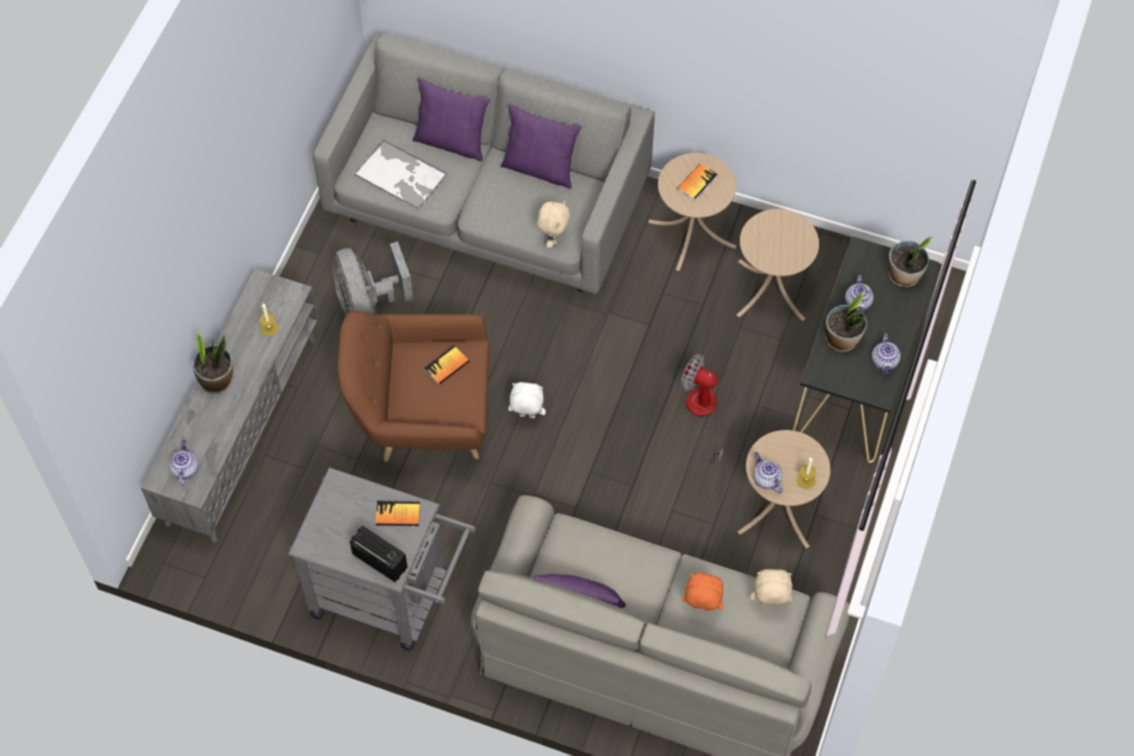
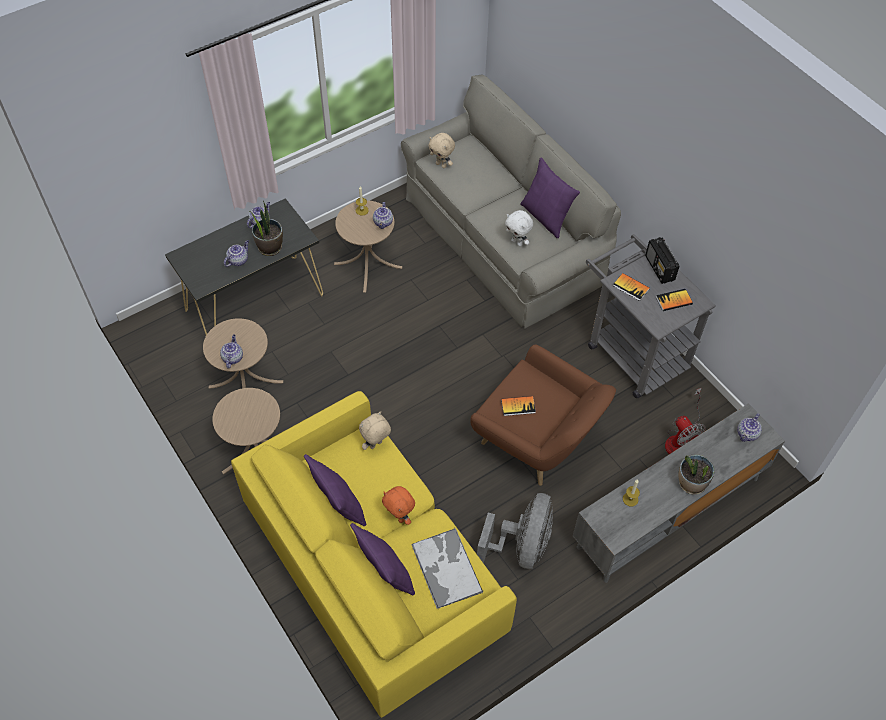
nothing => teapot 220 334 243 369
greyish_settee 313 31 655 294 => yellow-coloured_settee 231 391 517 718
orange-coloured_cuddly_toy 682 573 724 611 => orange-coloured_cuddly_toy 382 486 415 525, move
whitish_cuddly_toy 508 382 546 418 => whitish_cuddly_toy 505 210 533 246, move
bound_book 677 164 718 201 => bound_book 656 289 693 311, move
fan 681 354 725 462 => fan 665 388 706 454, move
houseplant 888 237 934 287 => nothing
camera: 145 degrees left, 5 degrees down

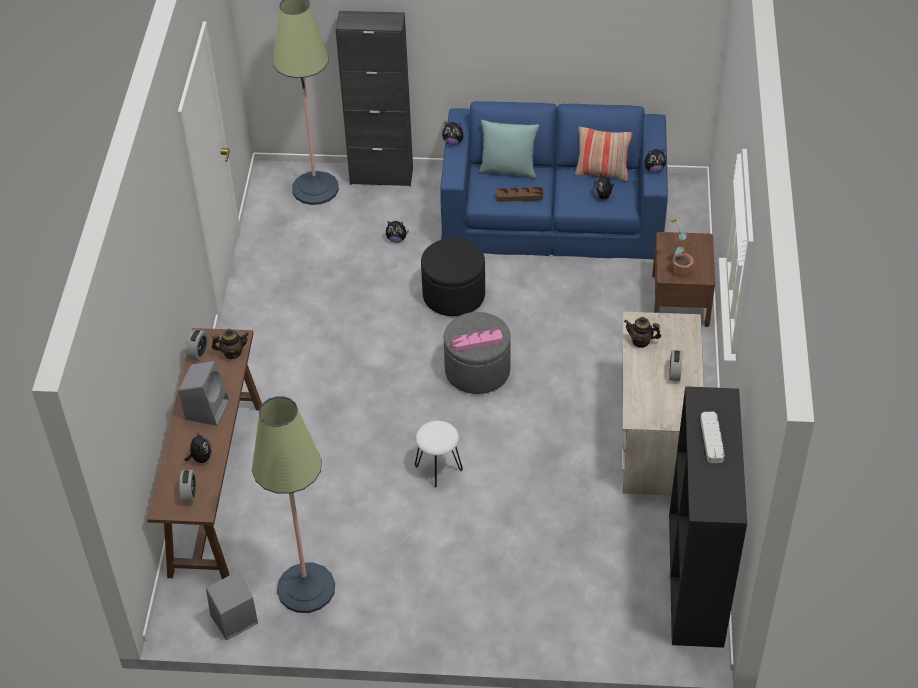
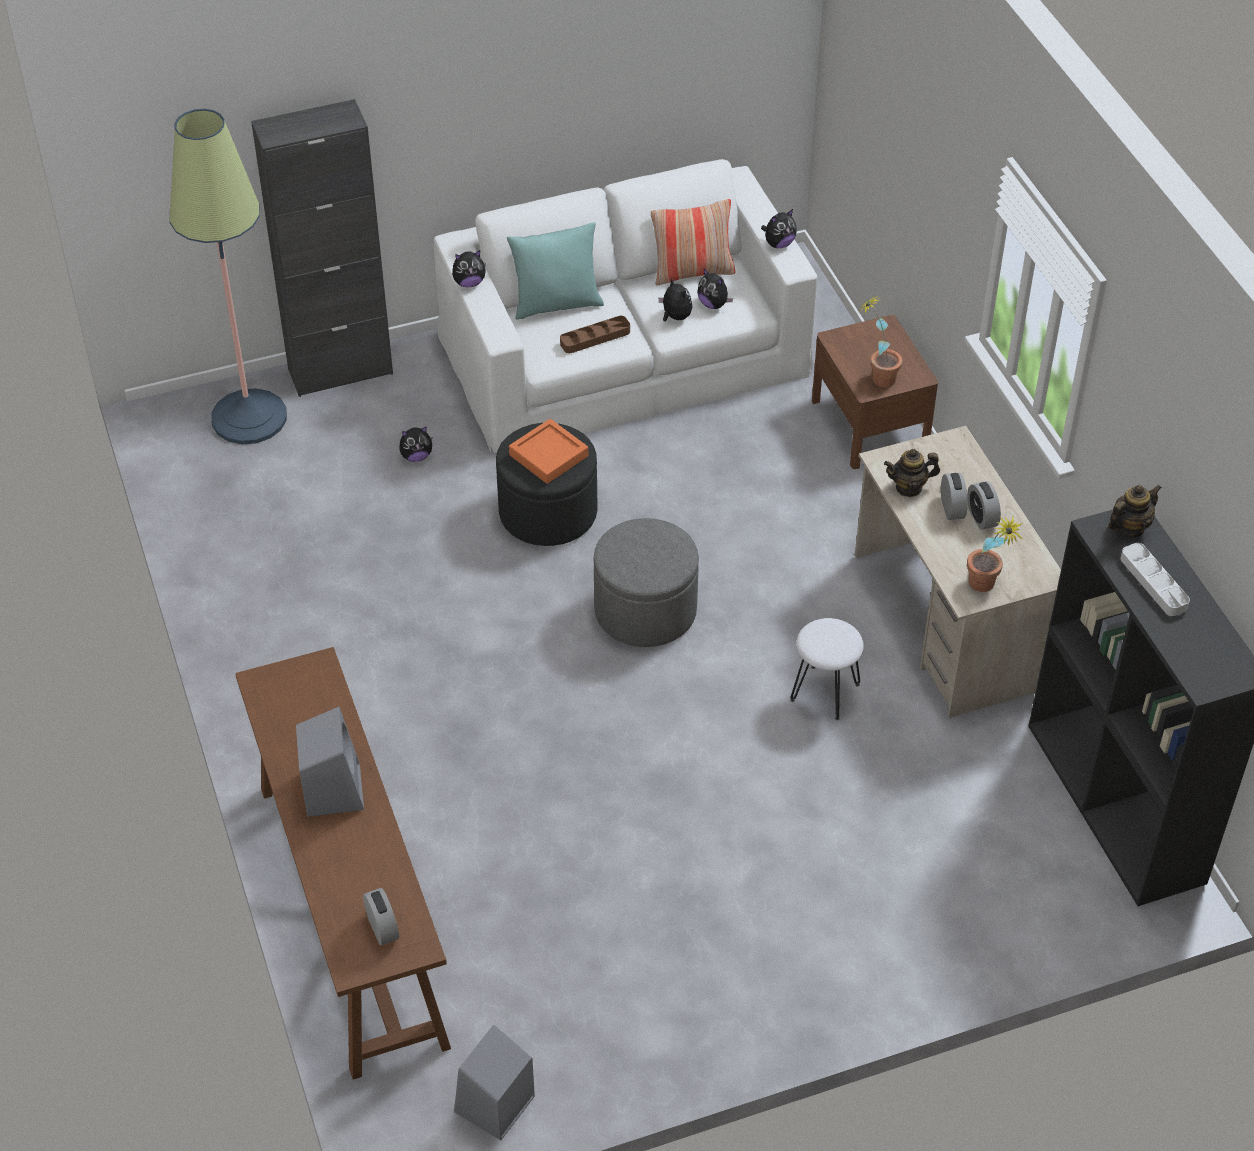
blue_settee 440 101 668 260 => whitish_settee 434 159 817 453
nothing => orange-coloured_carrying_tray 509 419 588 484
cuddly_toy 184 430 212 463 => cuddly_toy 659 279 692 322, move
whitish_sitting_stool 415 421 463 488 => whitish_sitting_stool 790 618 864 720, move
table_clock 186 329 208 361 => table_clock 941 473 968 520, move
nothing => houseplant 967 515 1024 592
teapot 212 329 249 359 => teapot 1108 484 1162 537, move
standing_lamp 252 396 335 613 => nothing
pink_carrying_tray 452 329 502 351 => nothing
camera: 25 degrees left, 0 degrees up

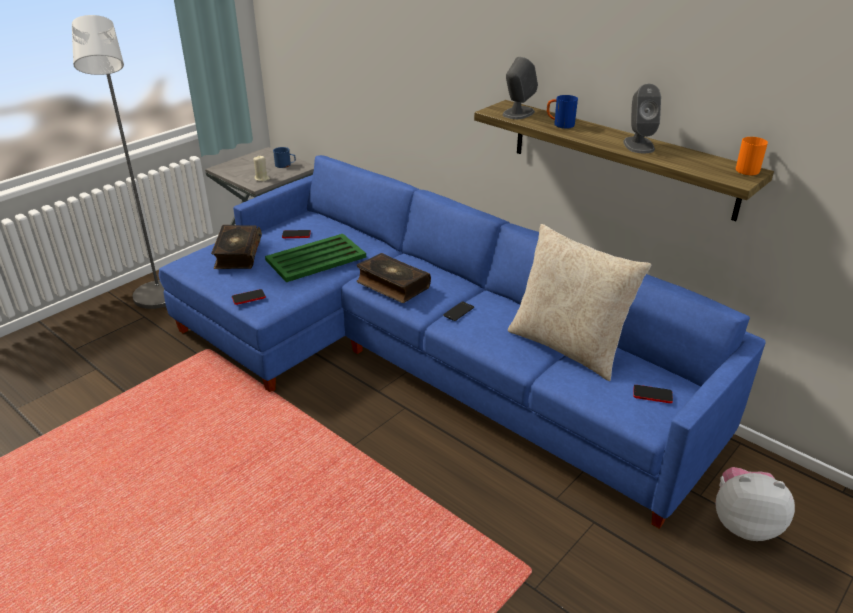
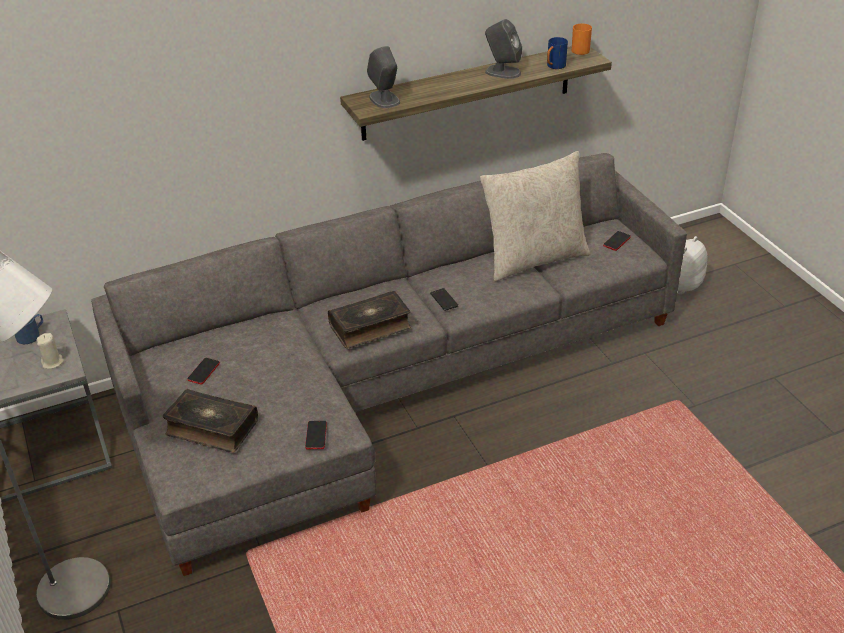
blue_settee 159 155 766 529 => greyish_settee 91 153 687 576
blue_coffee_mug 547 95 578 129 => blue_coffee_mug 547 37 568 69, move
green-coloured_carrying_tray 265 234 366 282 => nothing
camera: 65 degrees left, 5 degrees up

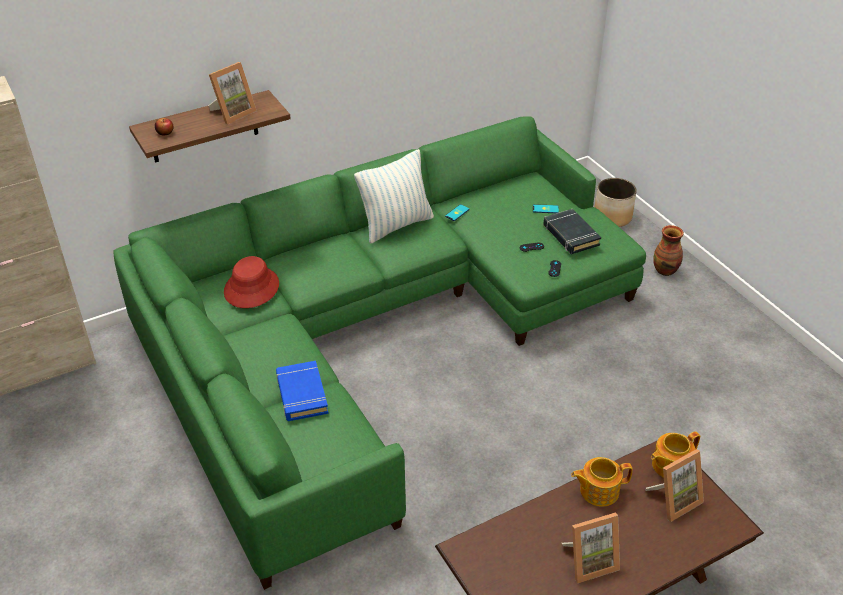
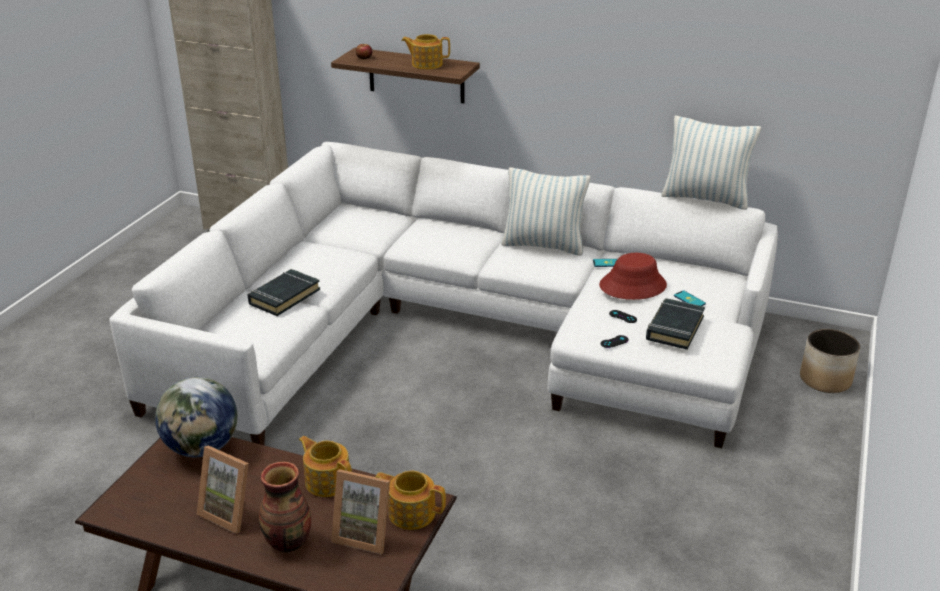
green-coloured_settee 113 116 646 590 => whitish_settee 109 142 778 448
nothing => desk_globe 155 377 237 457
blue_bound_book 276 361 329 421 => black_bound_book 247 269 320 316
flower_vase 653 225 684 276 => flower_vase 259 462 311 552, move
photo_frame 208 62 257 124 => teapot 401 34 450 69
red_clothing_hat 224 256 279 308 => red_clothing_hat 599 253 667 300, move
nothing => throw_pillow 661 116 761 210
camera: 50 degrees right, 10 degrees down

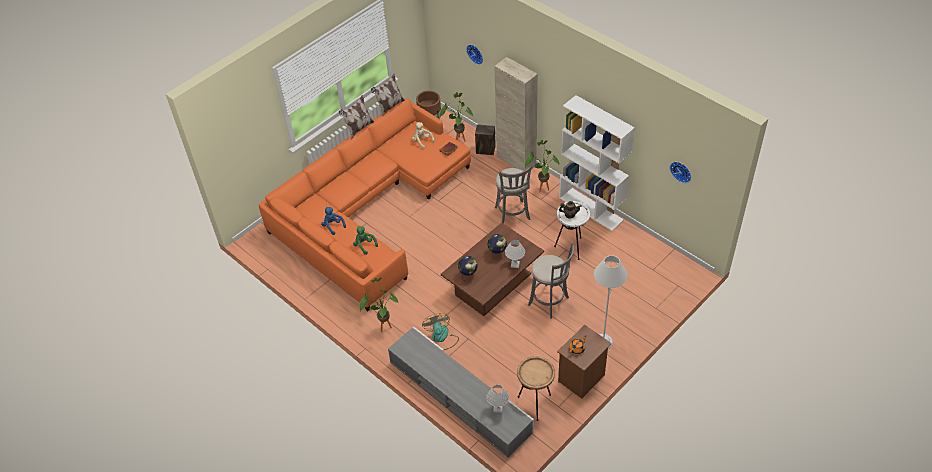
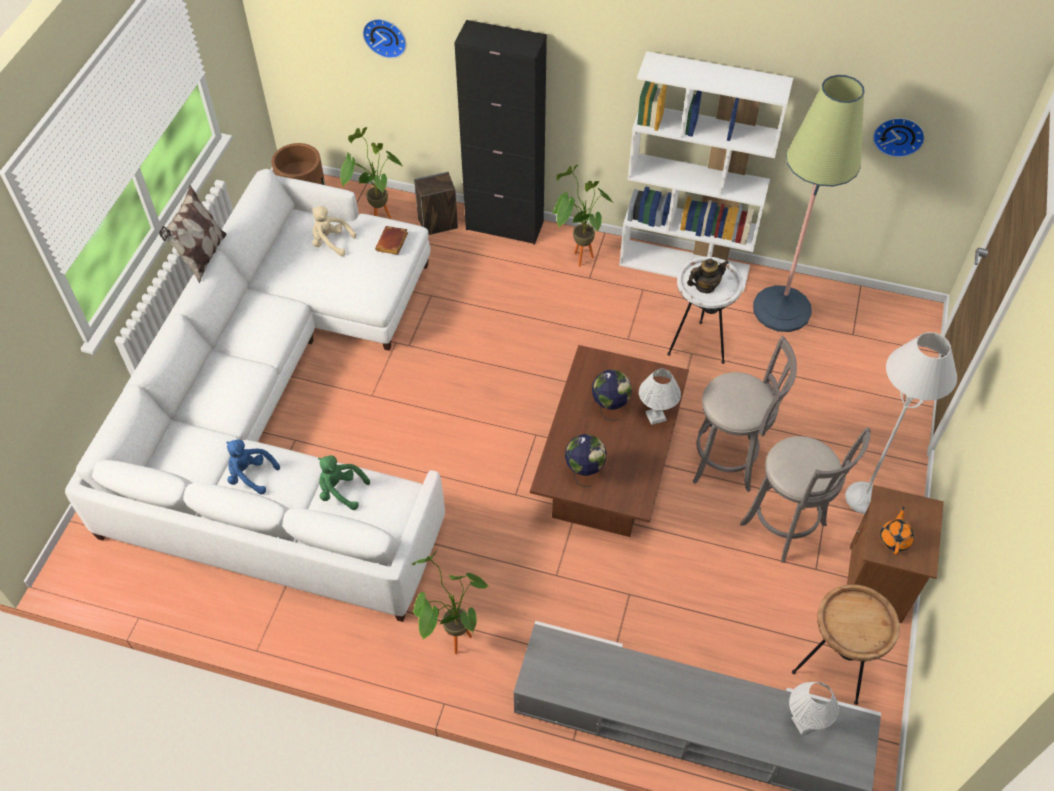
orange-coloured_settee 259 98 471 311 => whitish_settee 65 169 445 622
beige_storage_cabinet 494 57 538 174 => black_storage_cabinet 454 20 547 245
greyish_sitting_stool 495 164 533 224 => greyish_sitting_stool 740 427 871 563, move
nothing => standing_lamp 753 75 864 332
throw_pillow 371 74 405 117 => nothing
fan 422 313 459 350 => nothing
camera: 30 degrees left, 5 degrees up

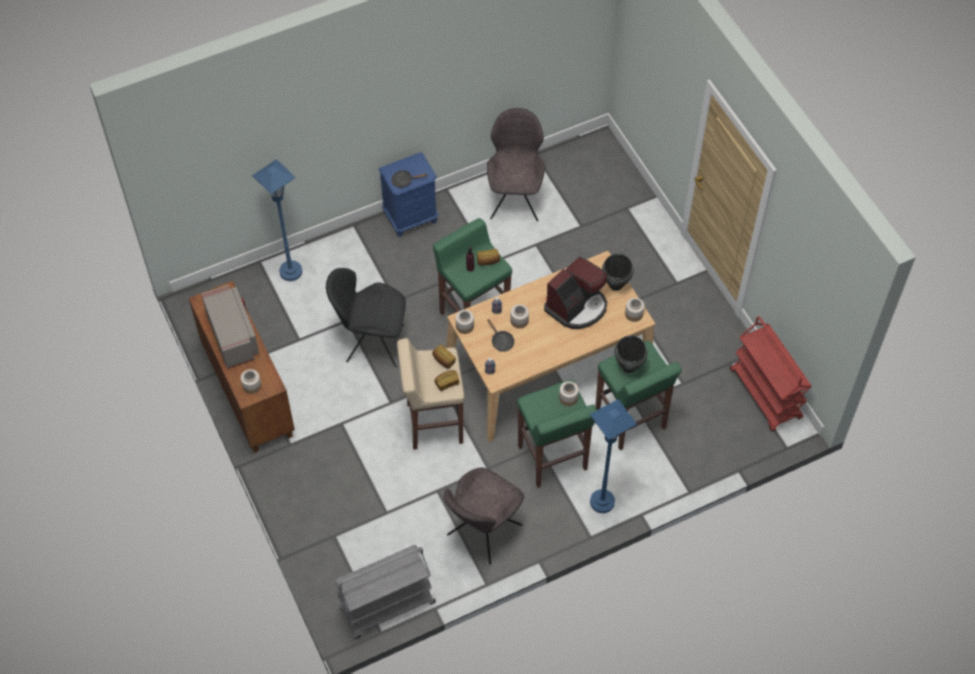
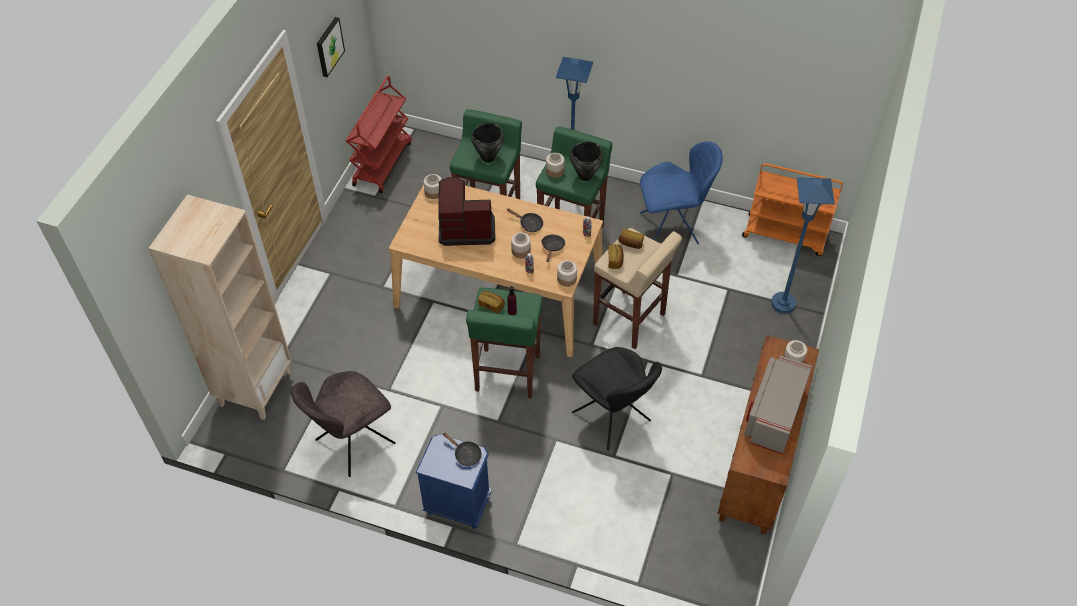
nothing => beige_shelving_unit 149 195 292 420
nothing => wall_picture 317 17 345 77
nothing => black_frying_pan 507 208 543 232
black_saucepot 602 253 634 291 => black_saucepot 570 141 603 181, move
greyish_plain_chair 444 467 524 564 => blue_plain_chair 640 141 723 244
greyish_trolley 335 545 436 639 => orange-coloured_trolley 742 163 843 256
blue_standing_lamp 252 159 302 281 => blue_standing_lamp 771 177 835 313, move
camera: 135 degrees left, 5 degrees down

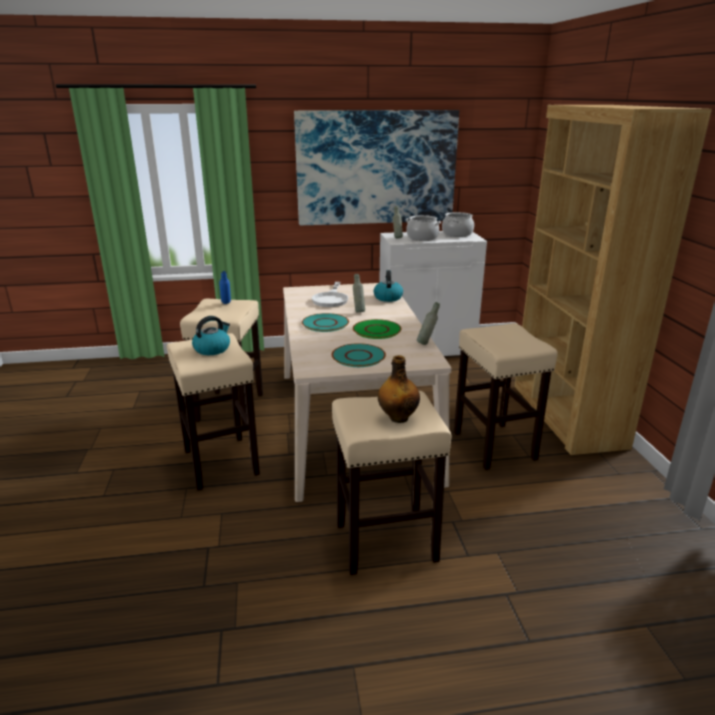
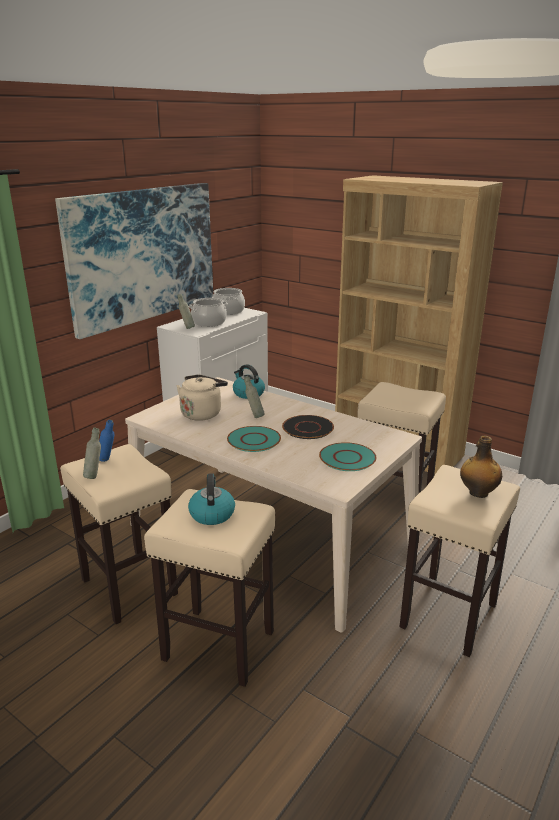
greyish_drink_bottle 417 302 440 345 => greyish_drink_bottle 83 428 101 479, move
whitish_frying_pan 312 282 349 307 => beige_water_kettle 177 374 228 421
green-coloured_plate 353 319 401 339 => black_plate 282 415 334 439
camera: 45 degrees left, 0 degrees up

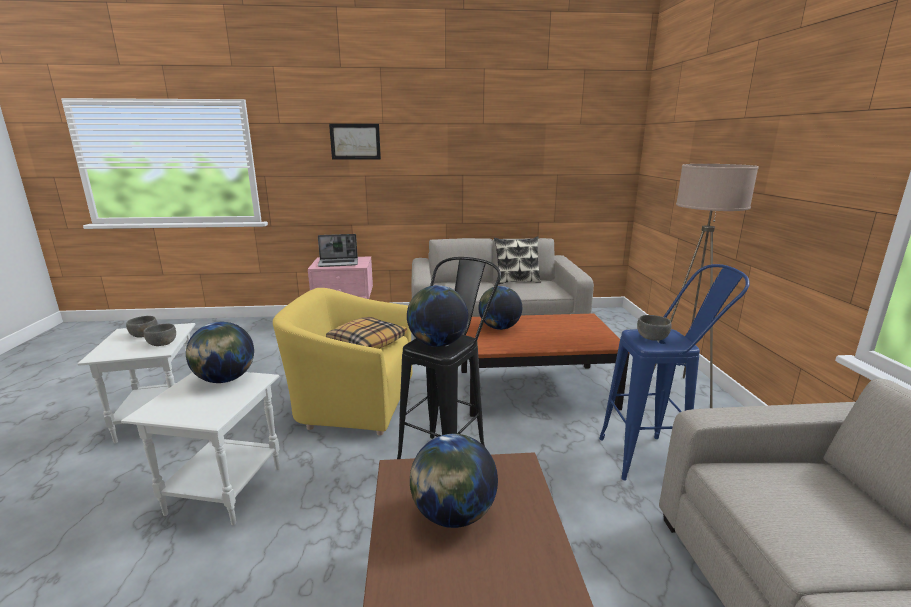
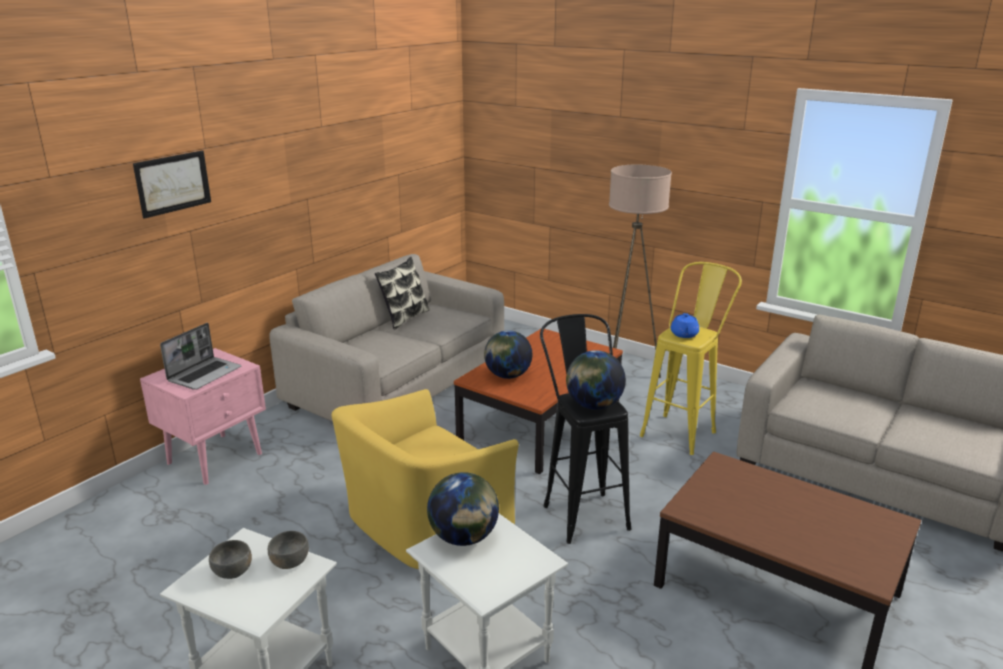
blue_sitting_stool 599 264 750 480 => yellow-coloured_sitting_stool 640 262 742 455
greyish_serving_bowl 637 315 671 341 => blue_teapot 671 313 699 338
throw_pillow 326 317 407 349 => nothing
desk_globe 410 434 498 528 => nothing
camera: 50 degrees left, 5 degrees up

